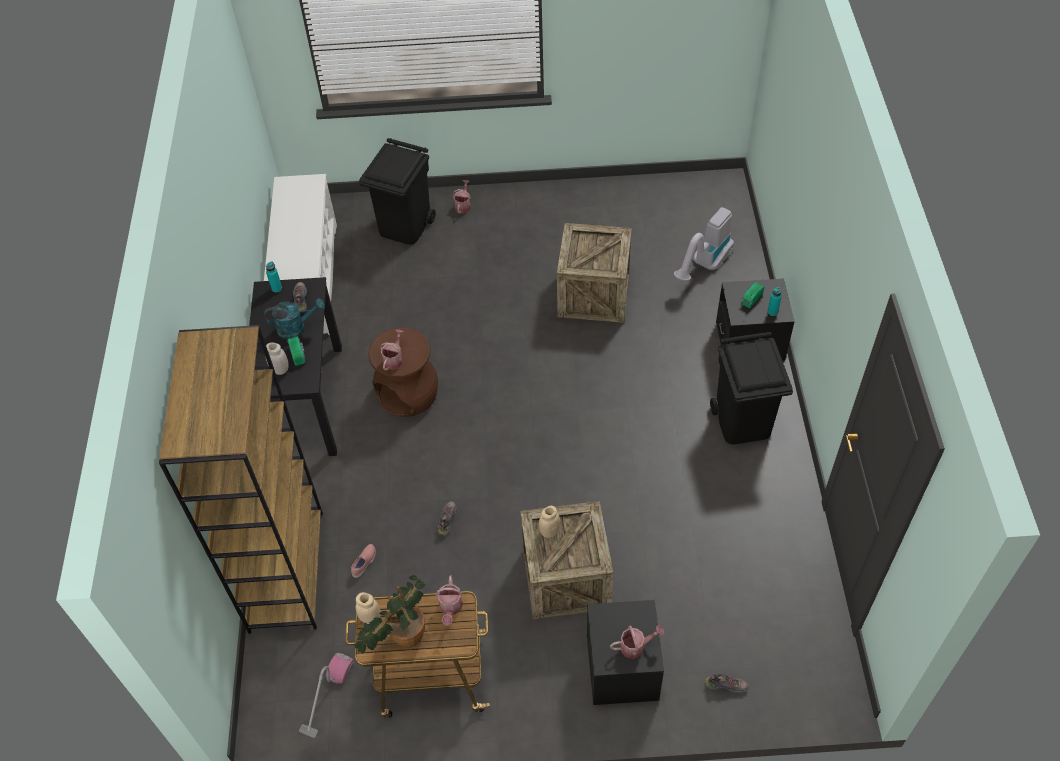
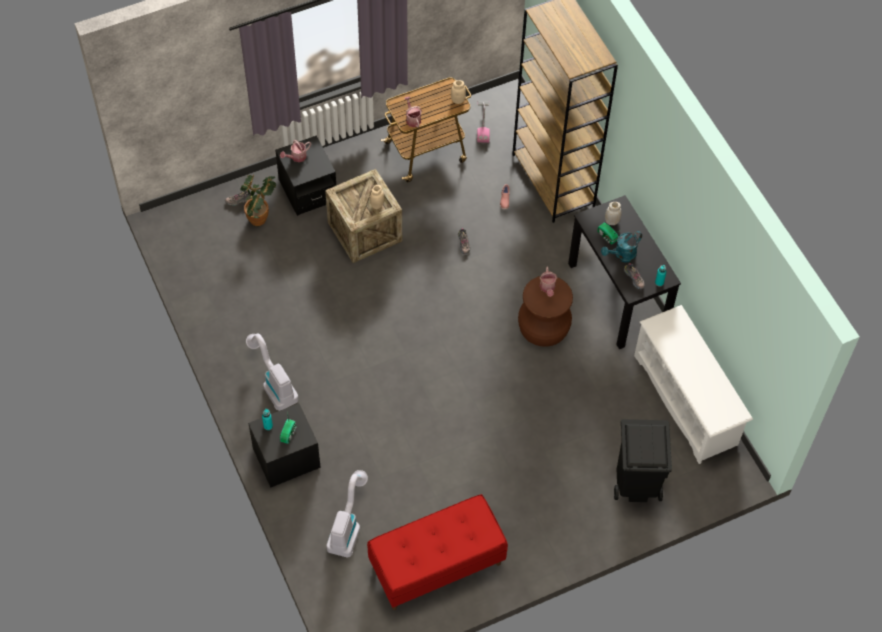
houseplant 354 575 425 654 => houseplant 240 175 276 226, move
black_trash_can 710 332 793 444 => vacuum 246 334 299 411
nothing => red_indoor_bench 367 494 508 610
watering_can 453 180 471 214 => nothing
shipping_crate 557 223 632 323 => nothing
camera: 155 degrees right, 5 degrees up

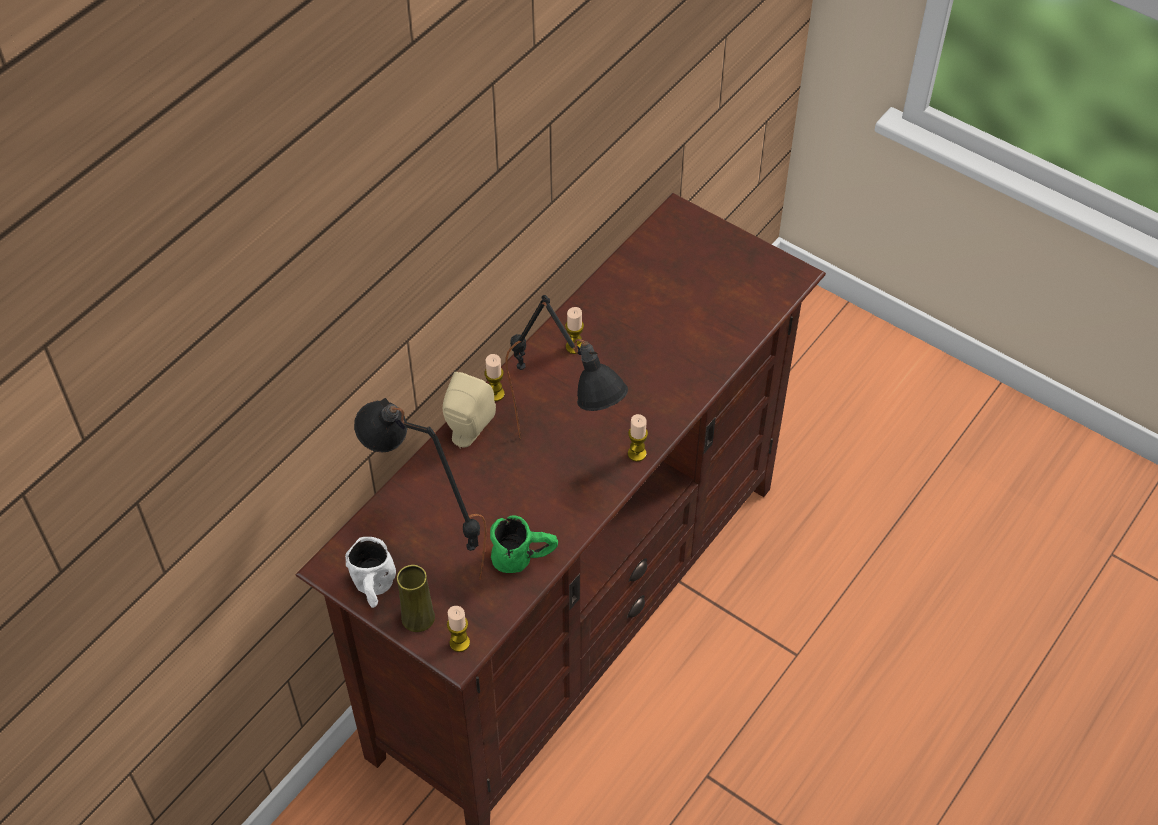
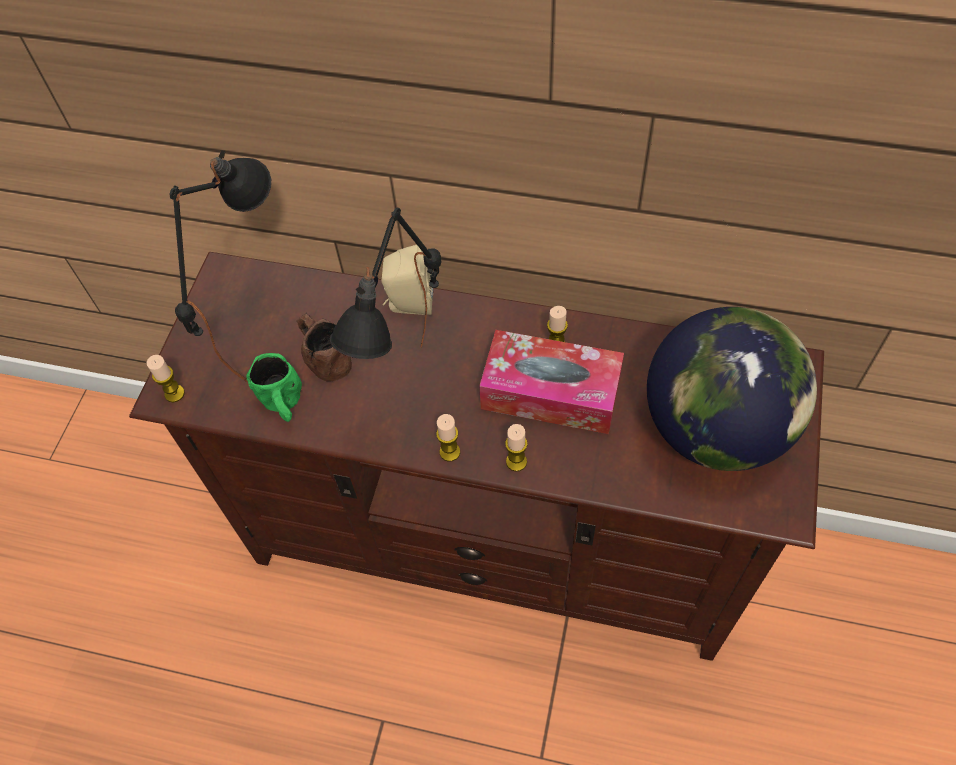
nothing => brown_coffee_mug 296 313 352 381
nothing => box_of_tissues 479 330 624 434
candle 485 354 505 401 => candle 505 424 528 472, move
nothing => desk_globe 647 307 817 471
whitish_coffee_mug 345 537 396 608 => nothing
yellow-coloured_flower_vase 397 565 435 632 => nothing
camera: 70 degrees right, 5 degrees up

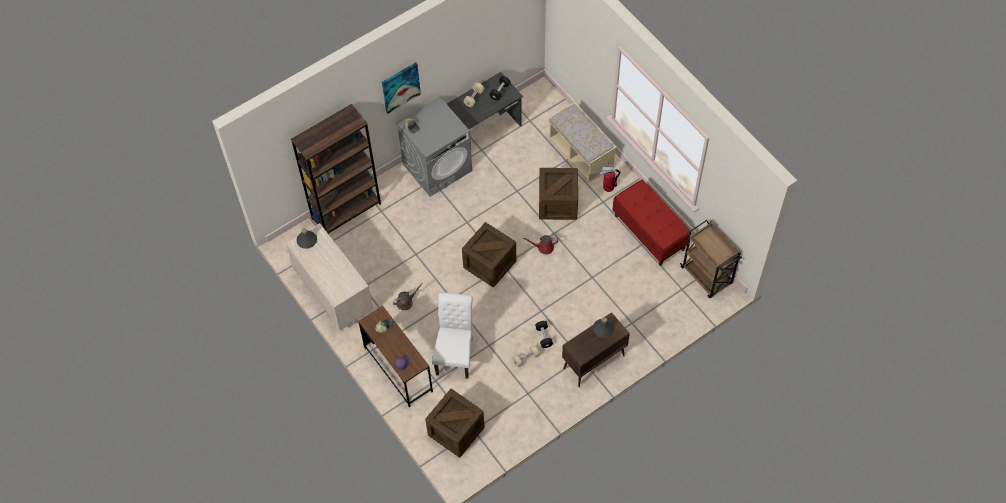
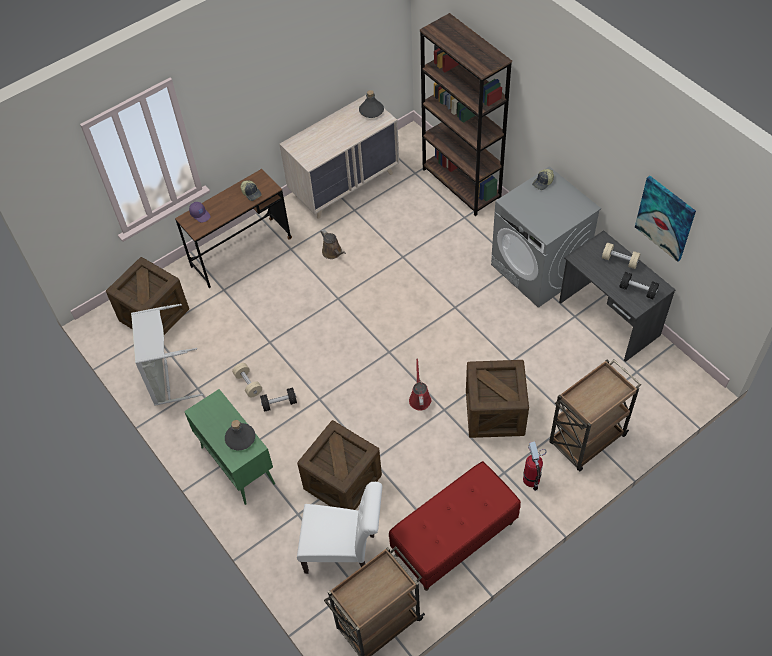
nothing => greyish_laundry_basket 131 304 203 406
brown_storage_cabinet 562 312 630 387 => green-coloured_storage_cabinet 184 389 275 505
shipping_crate 462 222 516 287 => shipping_crate 297 420 382 510, move
whitish_plain_chair 432 293 473 379 => whitish_plain_chair 297 482 382 574, move
beige_indoor_bench 548 102 616 182 => brown_trolley 549 359 641 472
wall_picture 382 62 421 114 => wall_picture 635 176 696 262, move
camera: 90 degrees right, 5 degrees down

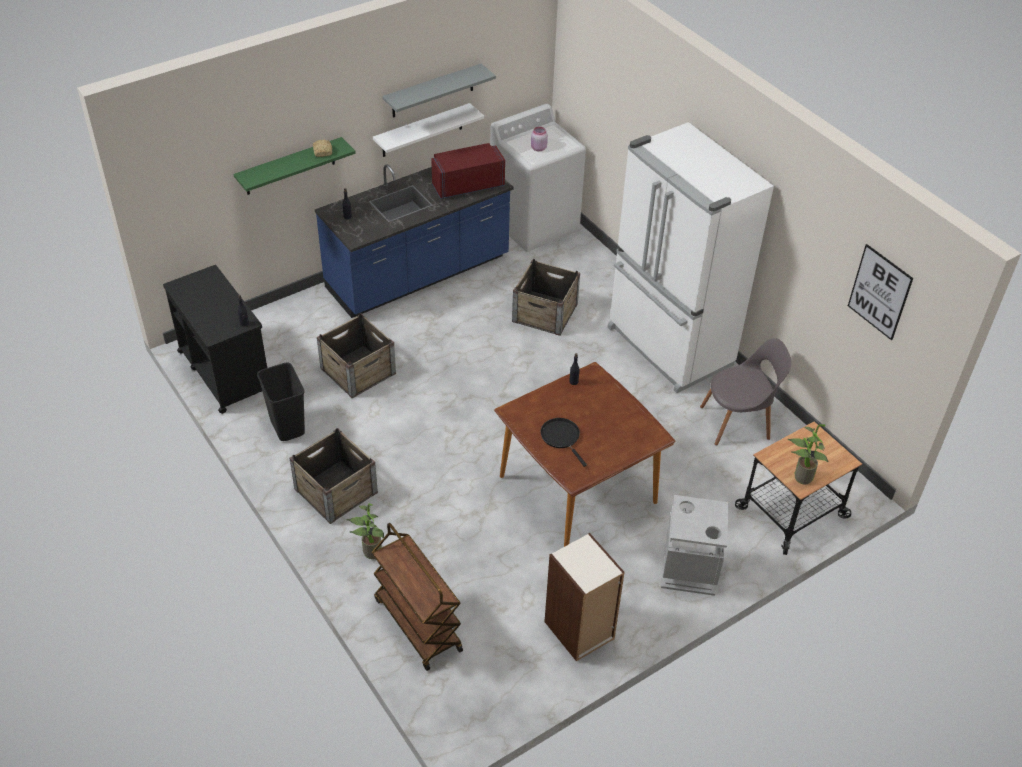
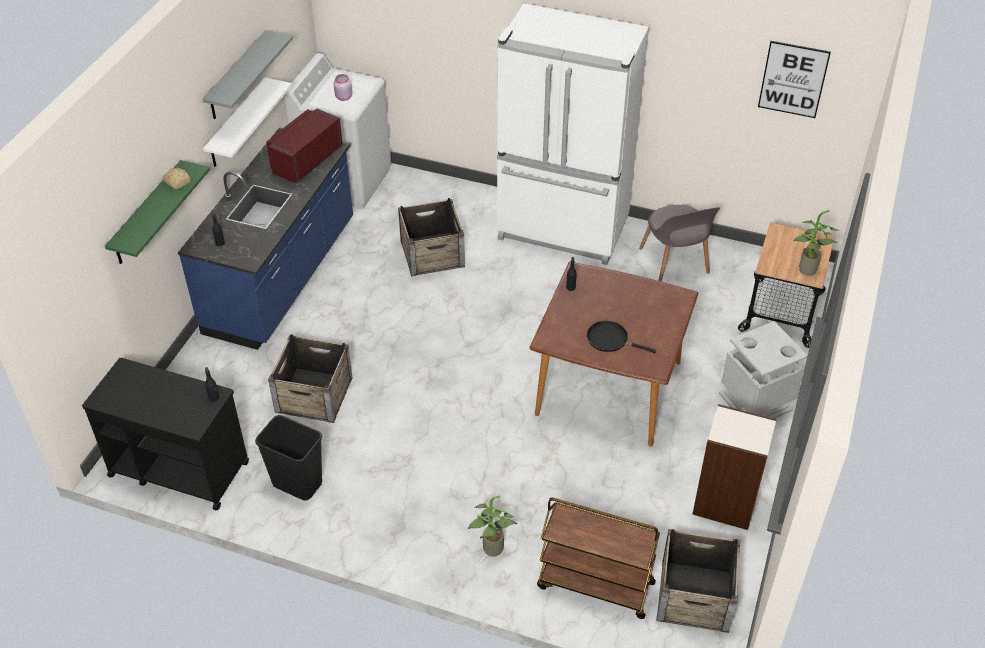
greyish_plain_chair 700 338 791 445 => greyish_plain_chair 639 205 720 282, 120 degrees clockwise
shipping_crate 289 428 378 524 => shipping_crate 656 529 740 633, move
camera: 35 degrees left, 0 degrees up

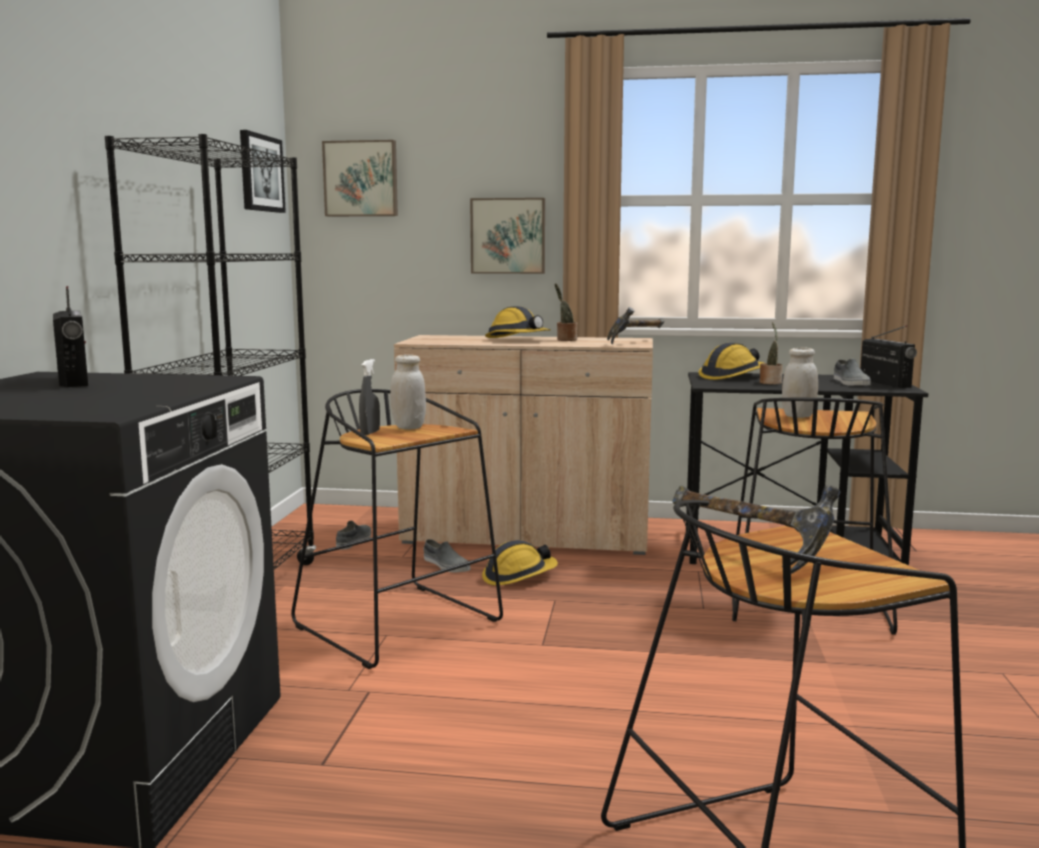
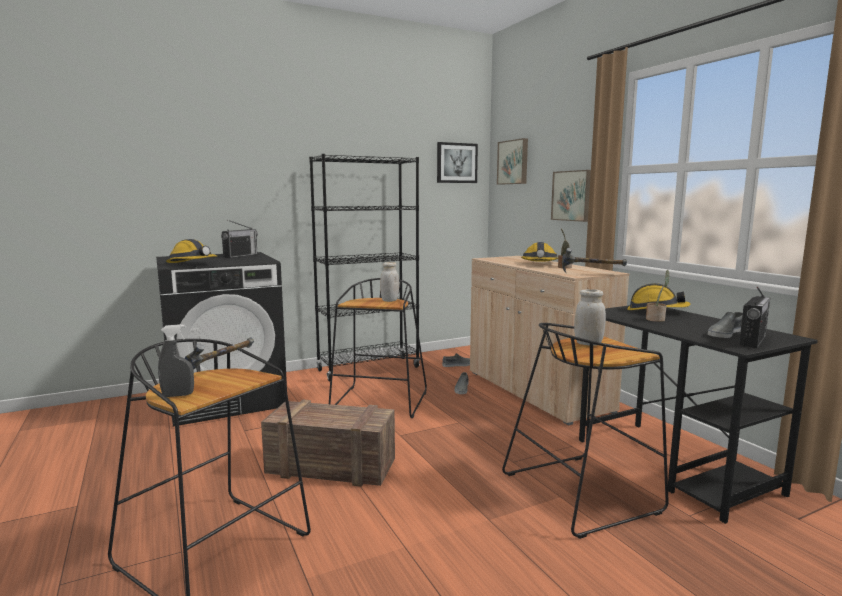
greyish_spray_bottle 359 359 380 435 => greyish_spray_bottle 158 324 194 397, move
work_helmet 482 540 558 585 => work_helmet 166 239 217 263, move
nothing => shipping_crate 261 400 395 487
camera: 55 degrees right, 0 degrees up

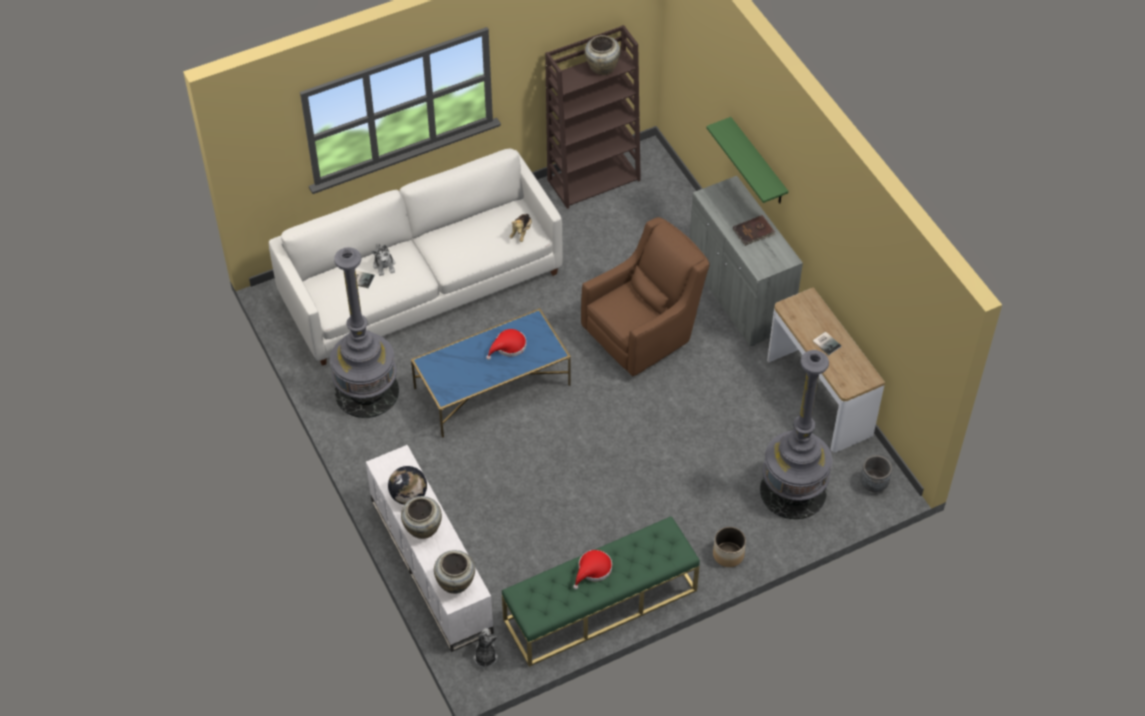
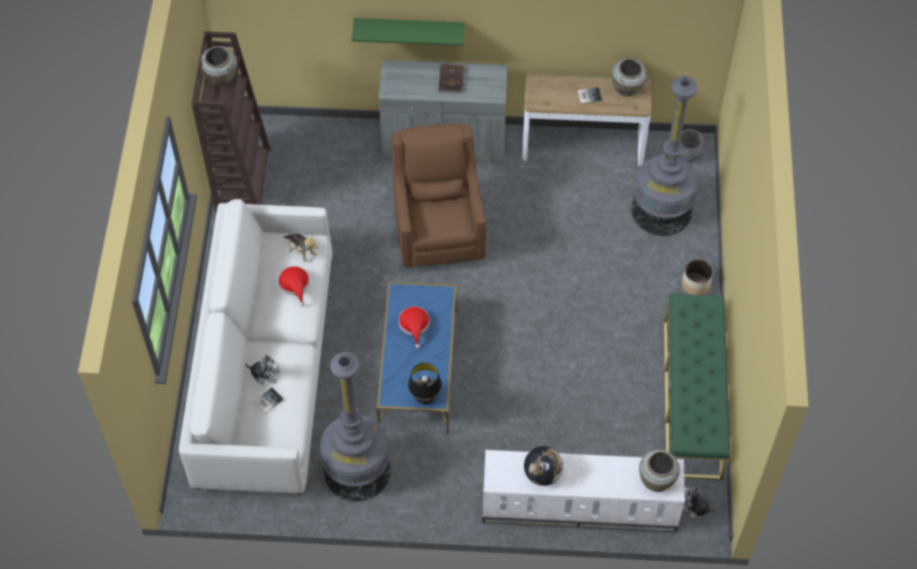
red_clothing_hat 573 550 612 589 => red_clothing_hat 278 266 309 306, move
nothing => black_table_lamp 408 363 442 405
beige_flower_vase 401 496 442 539 => beige_flower_vase 612 58 647 97, move
camera: 60 degrees left, 5 degrees up

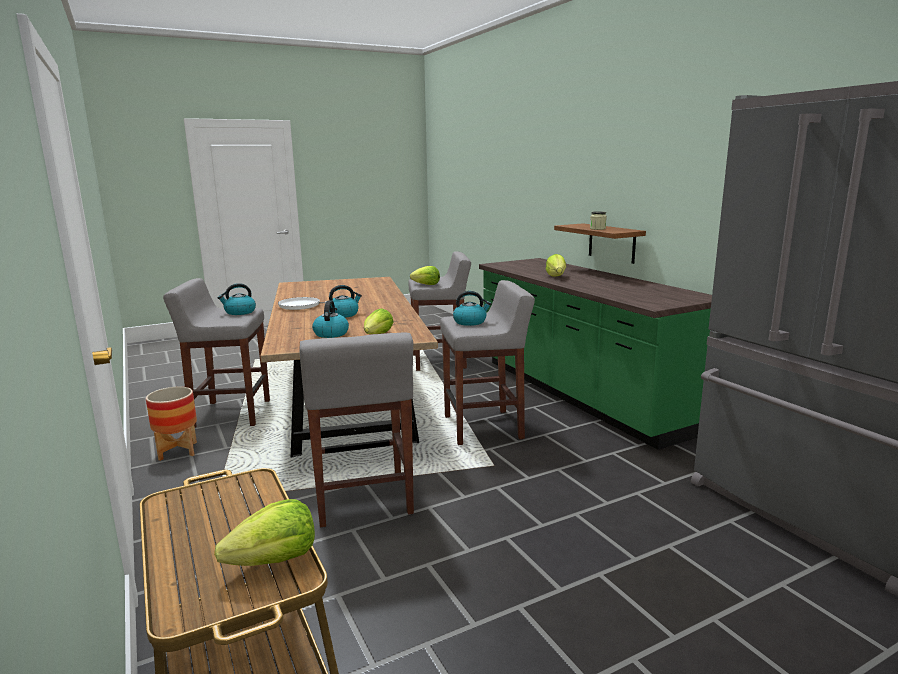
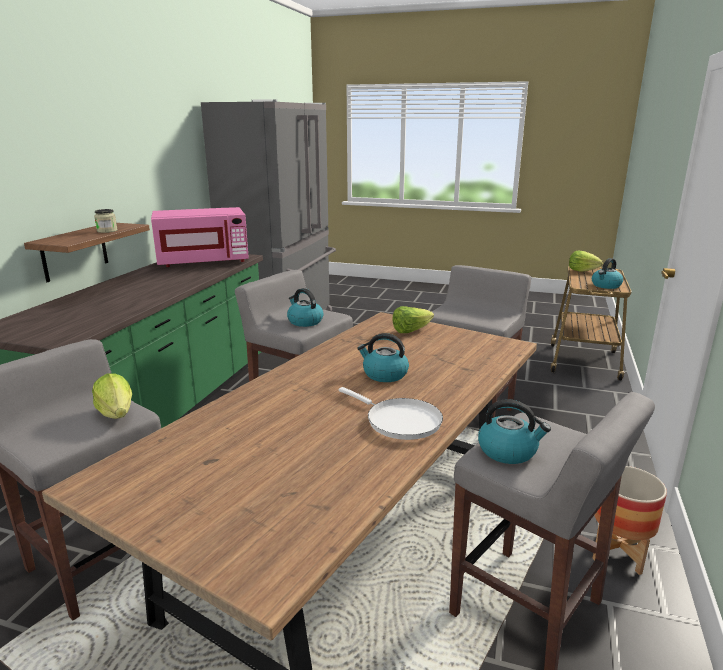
nothing => pink_microwave_oven 151 207 249 267
water_kettle 312 300 349 338 => water_kettle 592 258 623 289, move
lettuce 545 254 566 276 => nothing
camera: 135 degrees left, 5 degrees up

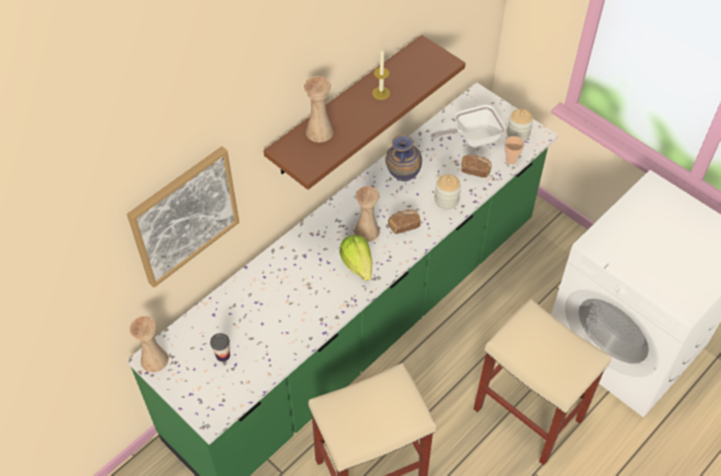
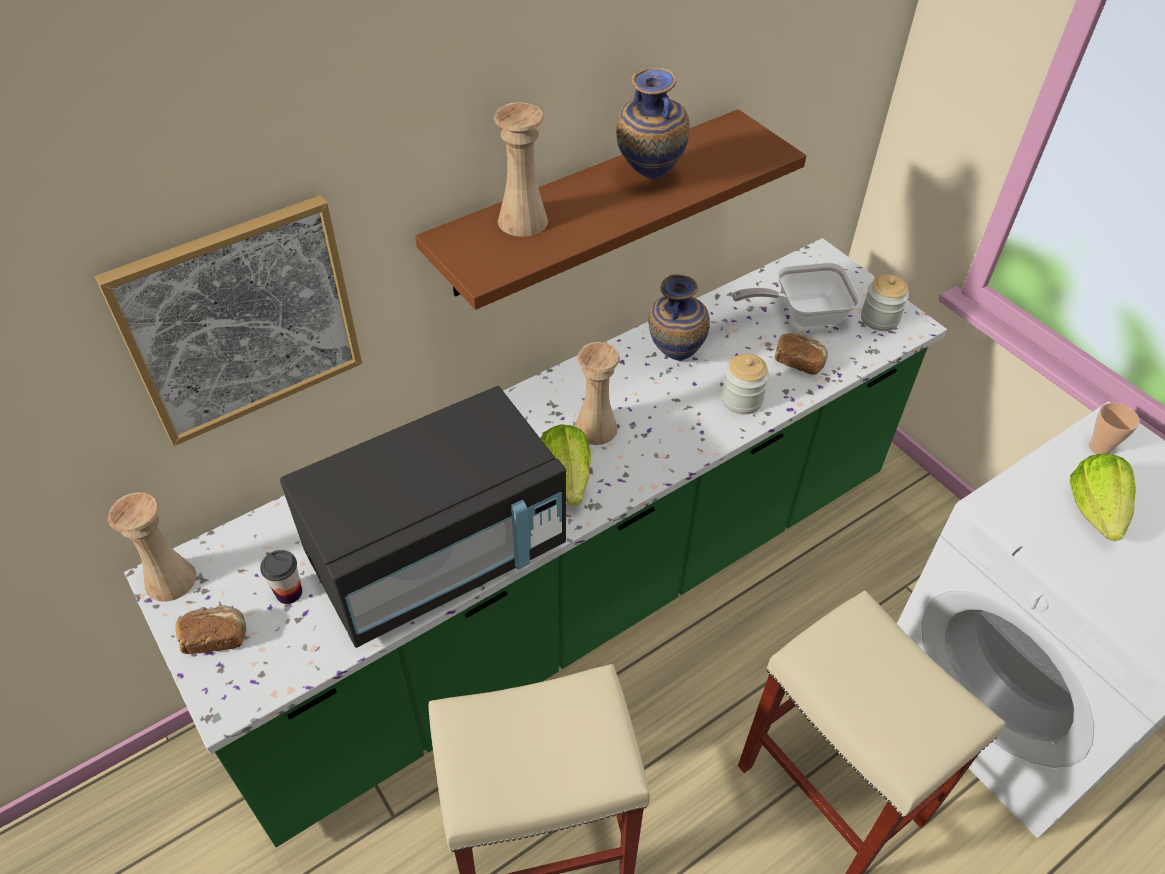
baked_bread 388 209 421 234 => baked_bread 175 605 246 654, move
nothing => black_microwave_oven 280 386 566 648
candle 372 50 390 100 => flower_vase 616 67 689 179
nothing => lettuce 1070 453 1136 541
small_cup 504 136 524 164 => small_cup 1089 403 1140 454, move
camera: 10 degrees right, 5 degrees down

